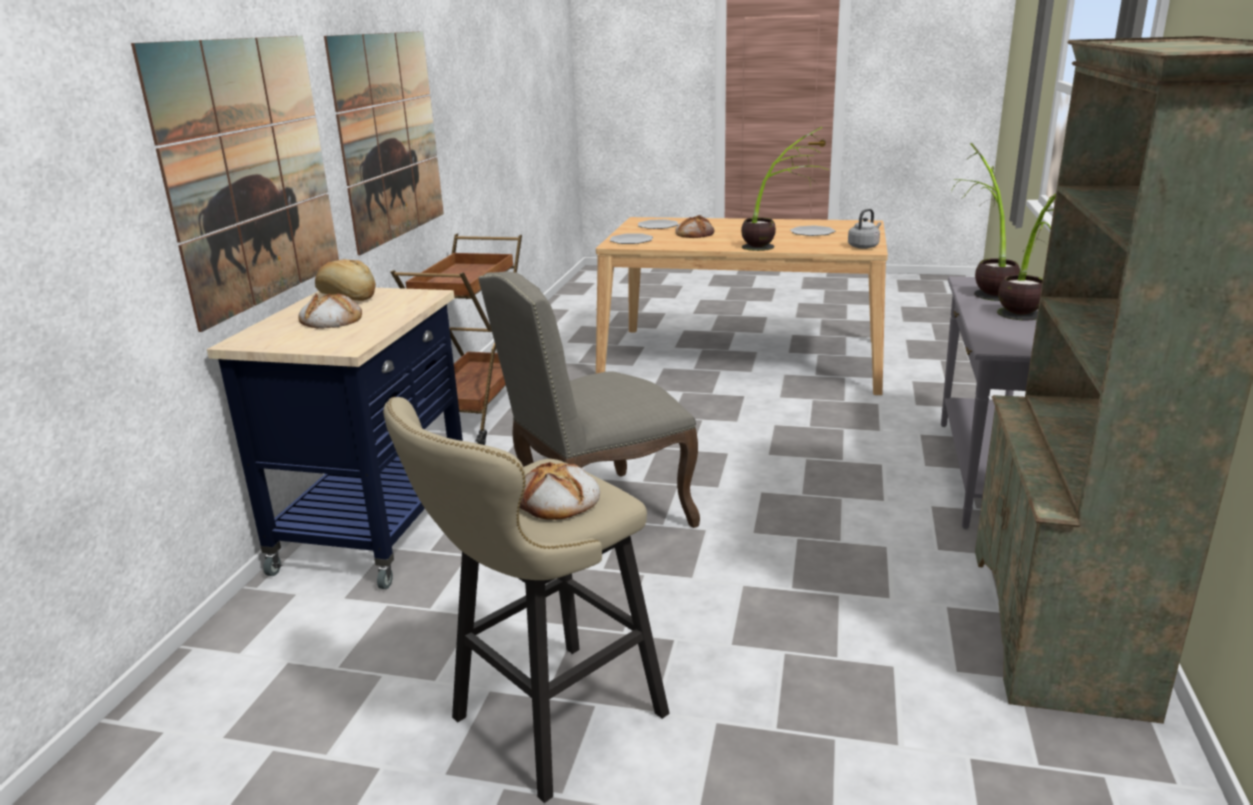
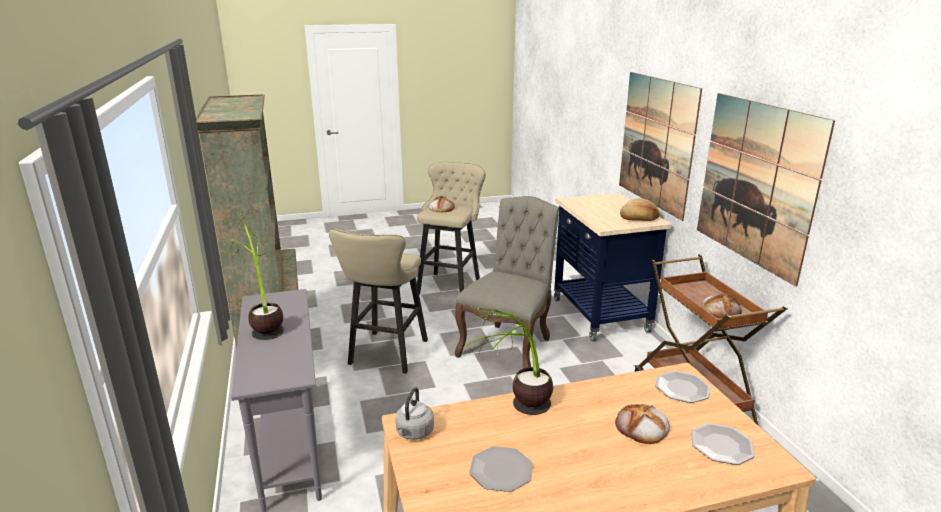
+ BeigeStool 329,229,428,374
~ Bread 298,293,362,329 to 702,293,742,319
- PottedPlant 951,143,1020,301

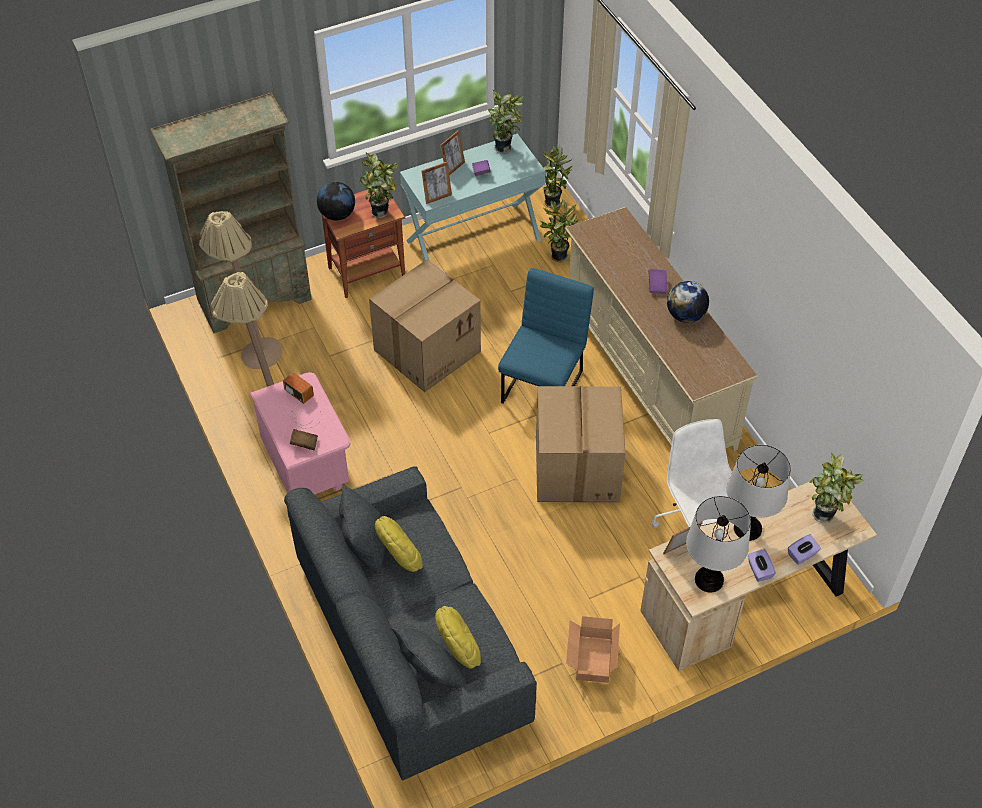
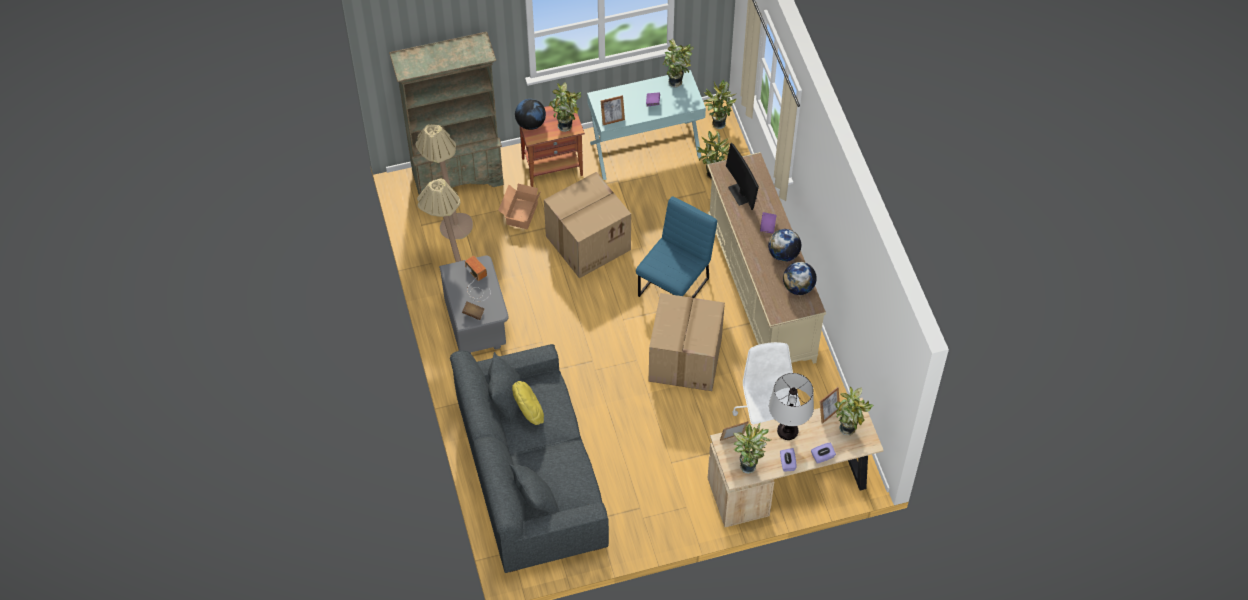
~ PinkNightstand 250,372,350,495 to GreyNightstand 439,256,508,353
~ CardboardBox 566,616,620,683 to 498,184,541,229
+ Monitor 726,143,759,210
~ TableLamp 686,496,751,592 to PottedPlant 733,423,772,474
+ Globe 783,262,817,295
~ PictureFrame 440,131,465,175 to 820,387,840,424
- YellowPillow 435,606,481,669

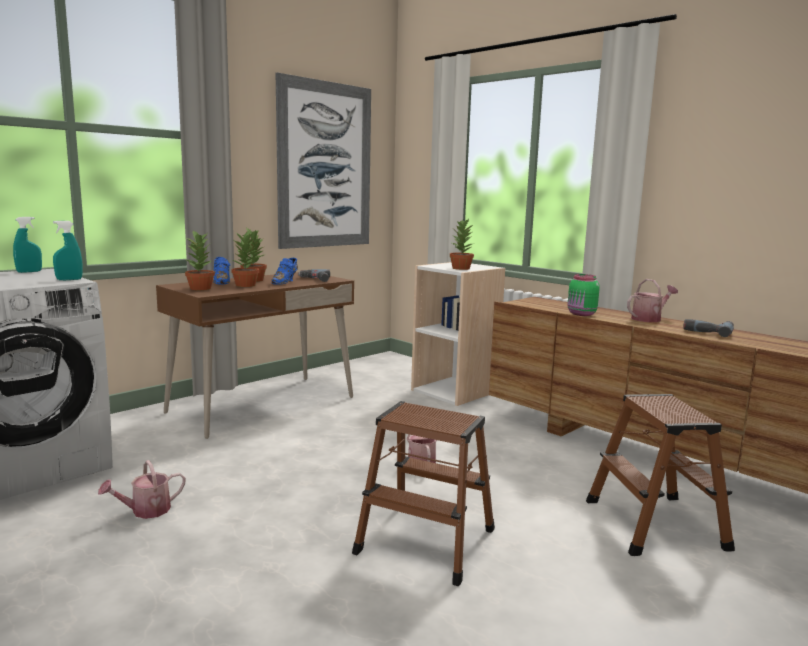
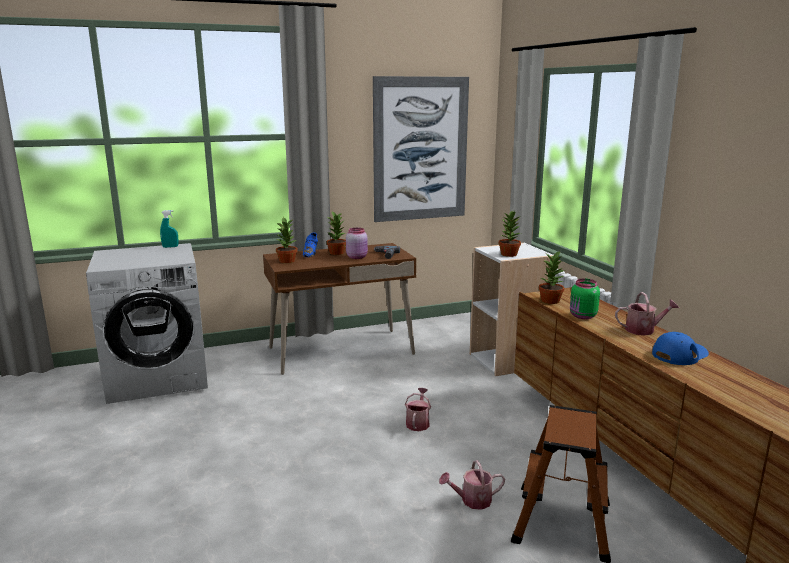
~ BlueShoe 271,258,298,285 to PinkJar 346,228,368,259
~ WateringCan 98,460,185,519 to 439,460,505,510
~ PottedPlant 231,230,259,287 to 539,251,565,304
~ PowerDrill 683,319,734,337 to BlueCap 652,332,709,365
- TurquoiseSprayBottle 53,221,83,280
- BrownStepLadder 352,401,495,586

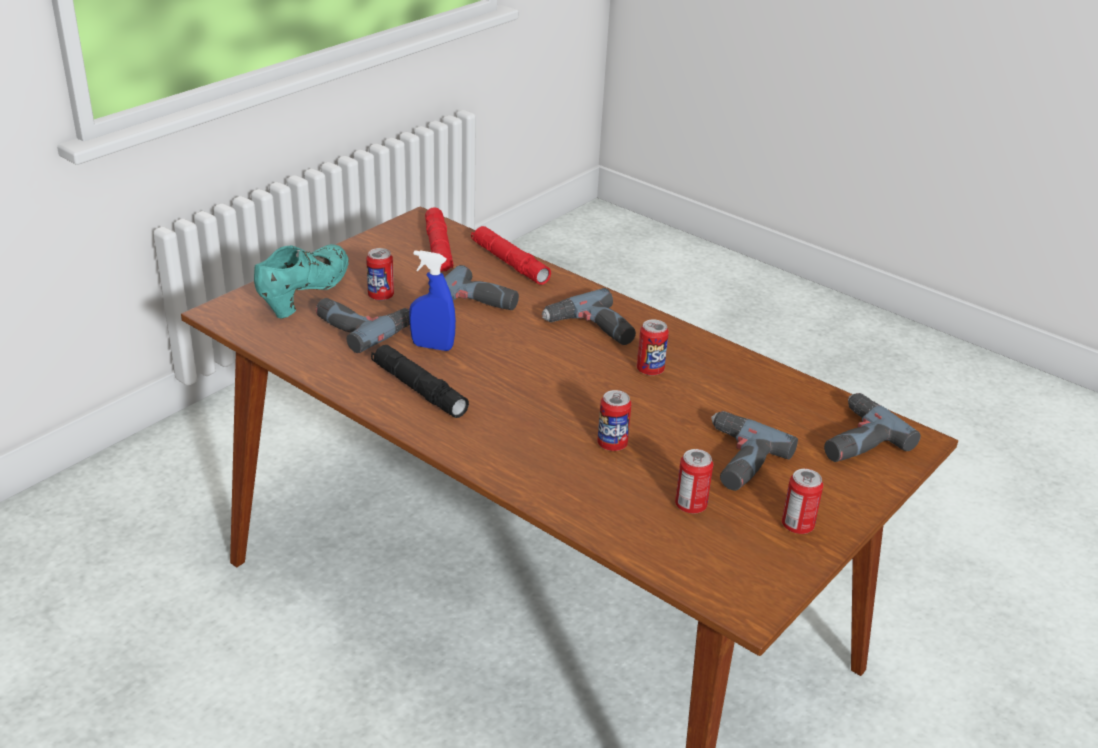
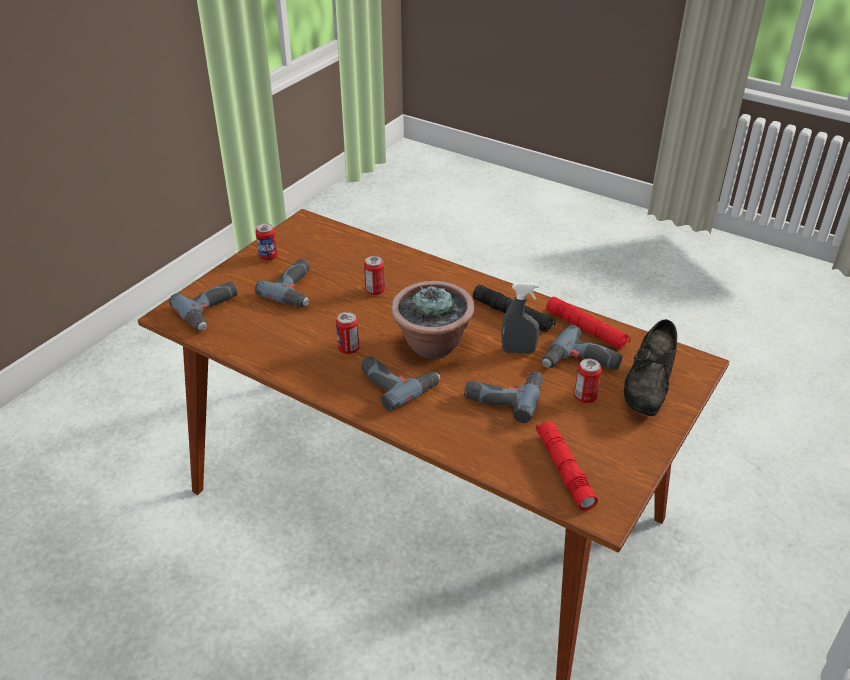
+ PottedPlant 391,281,475,358
~ BlueSprayBottle 409,250,456,351 to GreySprayBottle 501,283,539,354
~ RedFlashlight 471,226,551,285 to 546,296,631,349
~ TurquoiseShoe 254,244,349,319 to BlackShoe 624,319,677,416
- Can 675,449,713,514

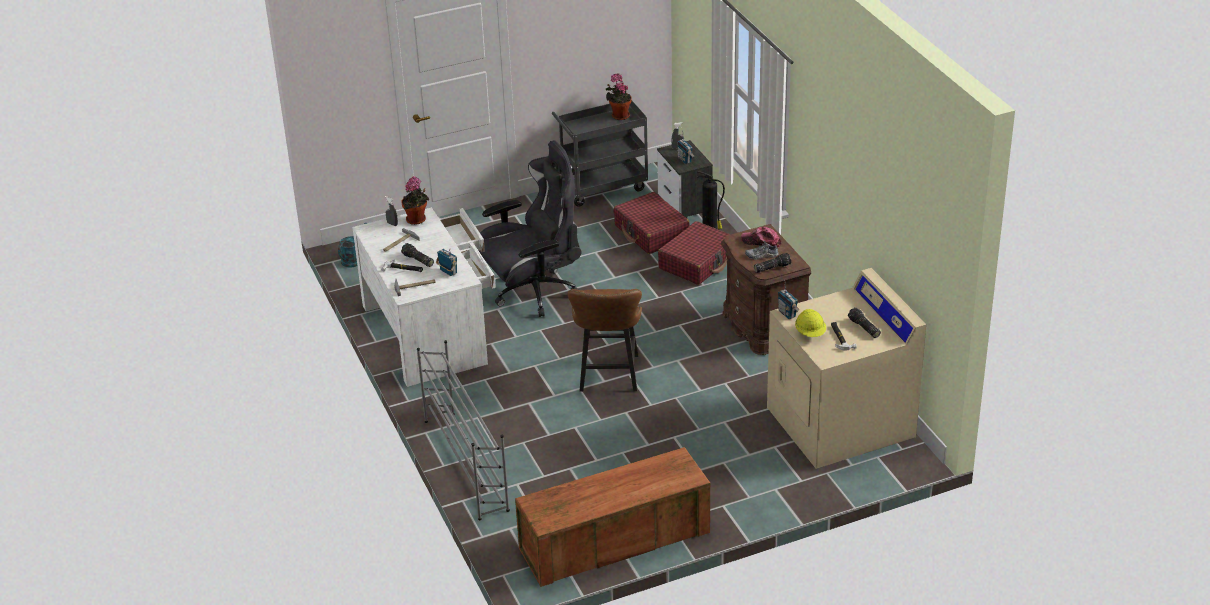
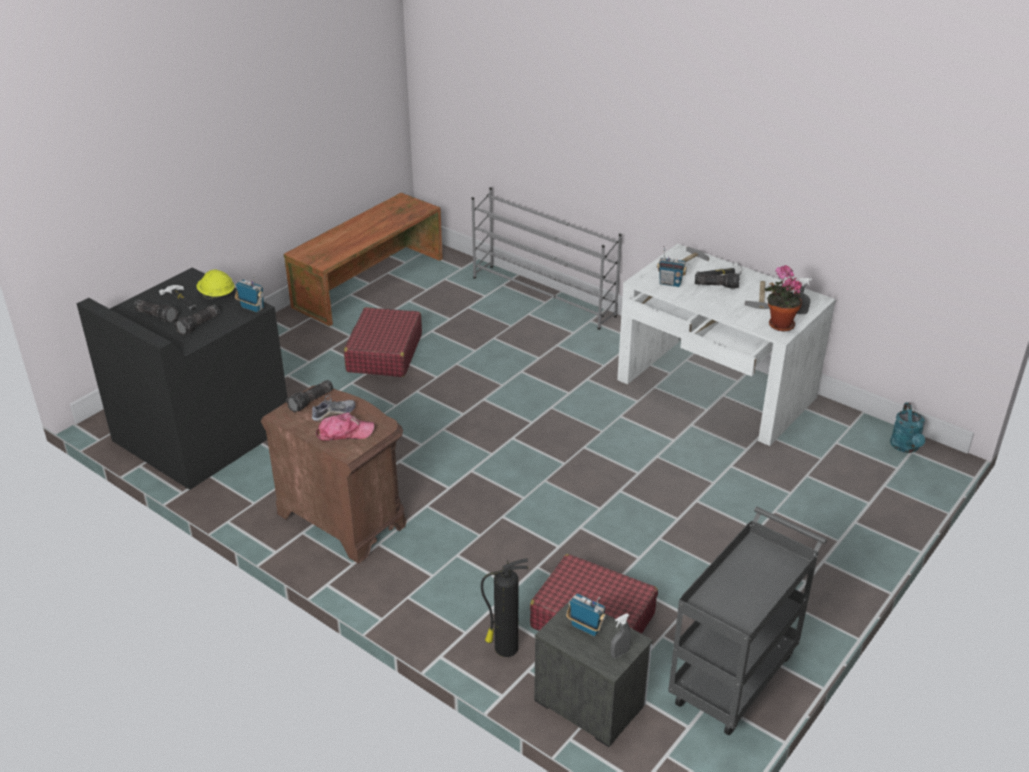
~ BeigeWashingMachine 767,268,926,469 to BlackWashingMachine 76,267,288,490
+ Flashlight 175,305,219,335
~ RedSuitcase 658,221,731,285 to 344,307,422,377
- BlackOfficeChair 479,140,582,317
- BrownStool 567,289,642,391
- PottedPlant 605,73,632,120

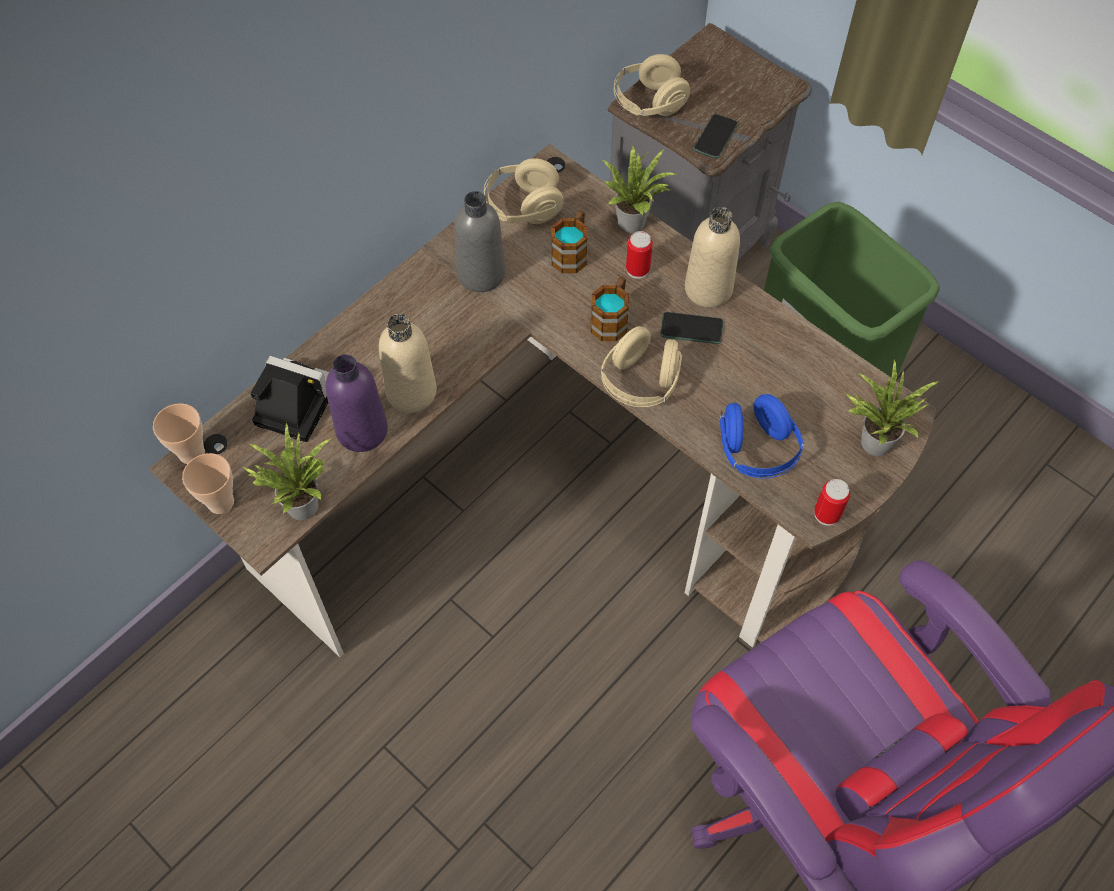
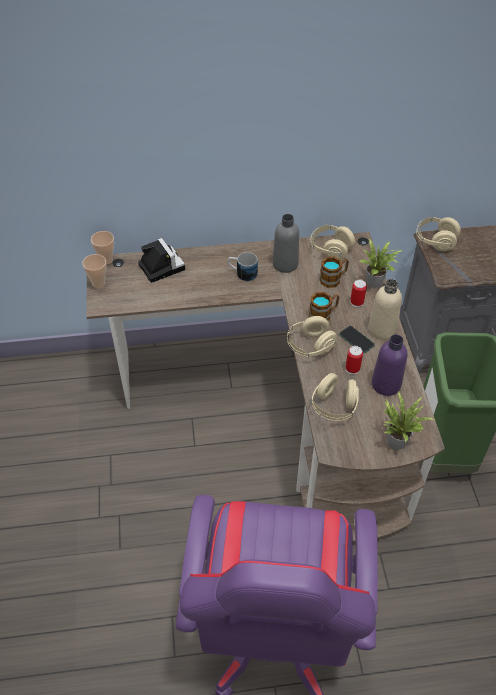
+ Mug 228,252,258,281
~ BlueHeadphones 720,394,804,479 to BeigeHeadphones 311,373,359,421
~ Can 814,479,850,526 to 346,346,363,374
~ PurpleBottle 326,354,388,452 to 371,335,408,396
- PottedPlant 243,422,331,520
- BeigeBottle 379,314,437,413
- Phone 693,114,738,159

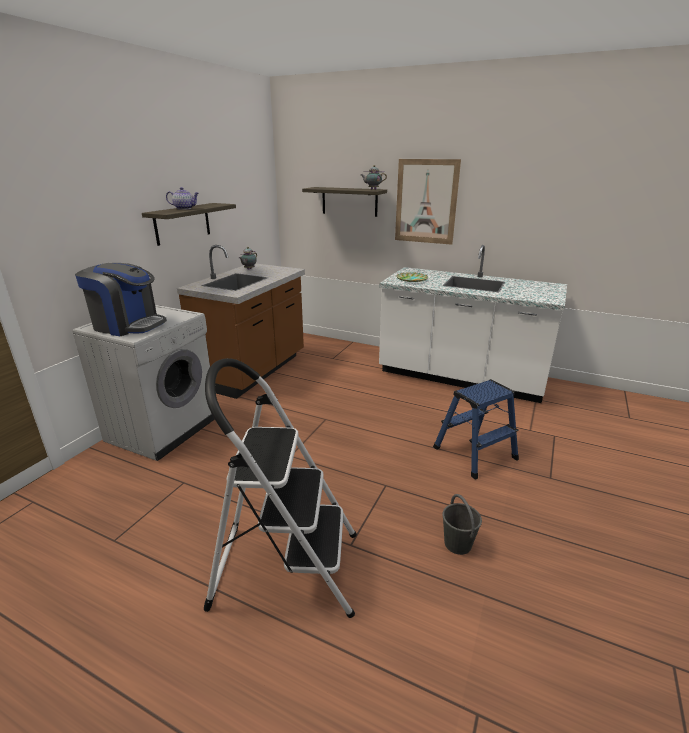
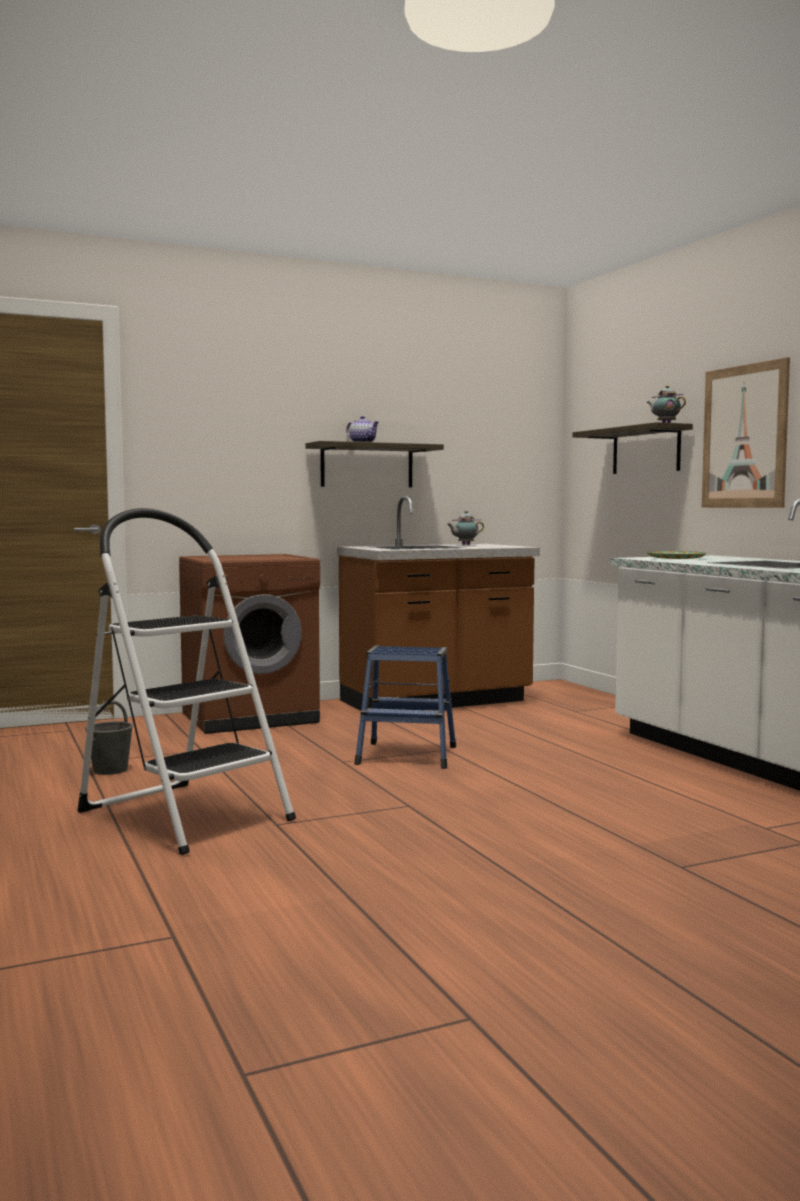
~ GreyBucket 442,494,482,555 to 85,700,133,775
~ WhiteWashingMachine 72,305,215,461 to BrownWashingMachine 179,554,320,734
~ BlueStepLadder 433,379,519,480 to 354,646,456,769
- CoffeeMachine 75,263,167,336

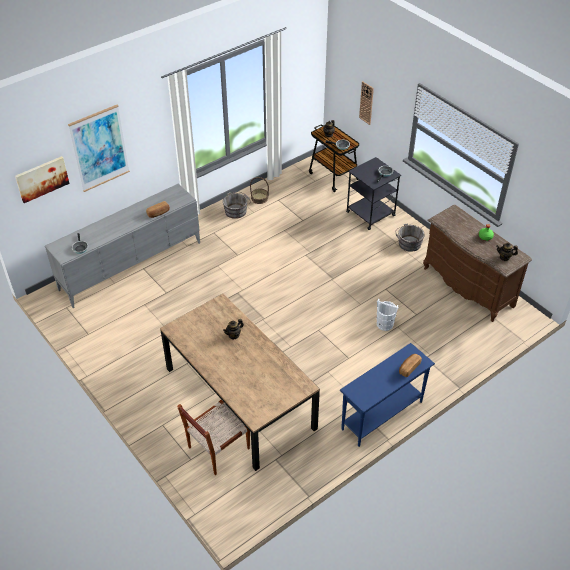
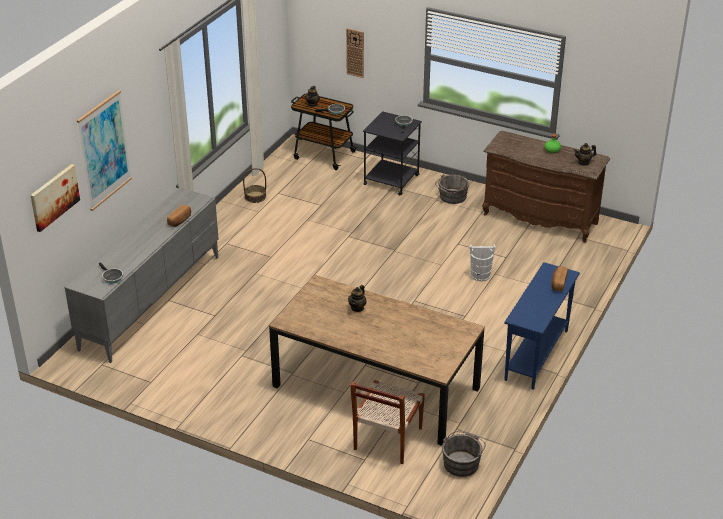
~ GreyBucket 223,192,251,219 to 442,431,486,477

